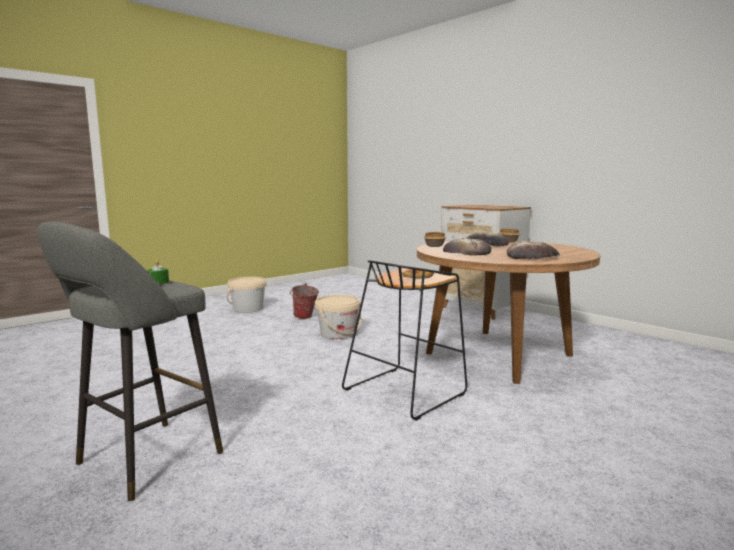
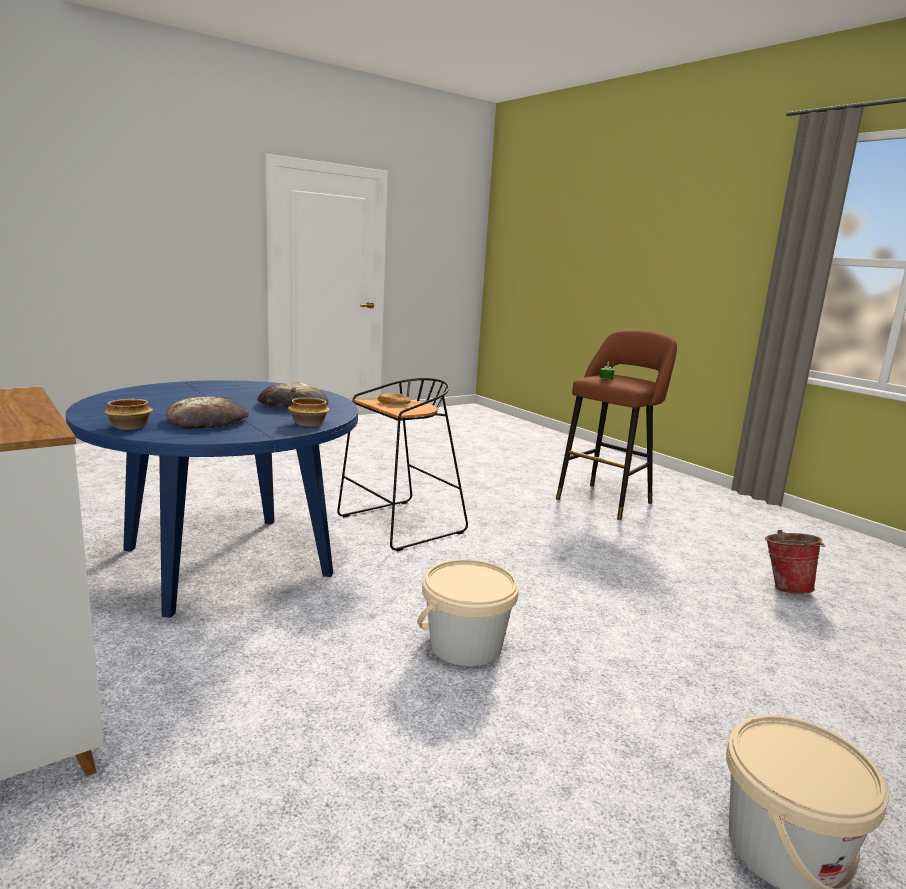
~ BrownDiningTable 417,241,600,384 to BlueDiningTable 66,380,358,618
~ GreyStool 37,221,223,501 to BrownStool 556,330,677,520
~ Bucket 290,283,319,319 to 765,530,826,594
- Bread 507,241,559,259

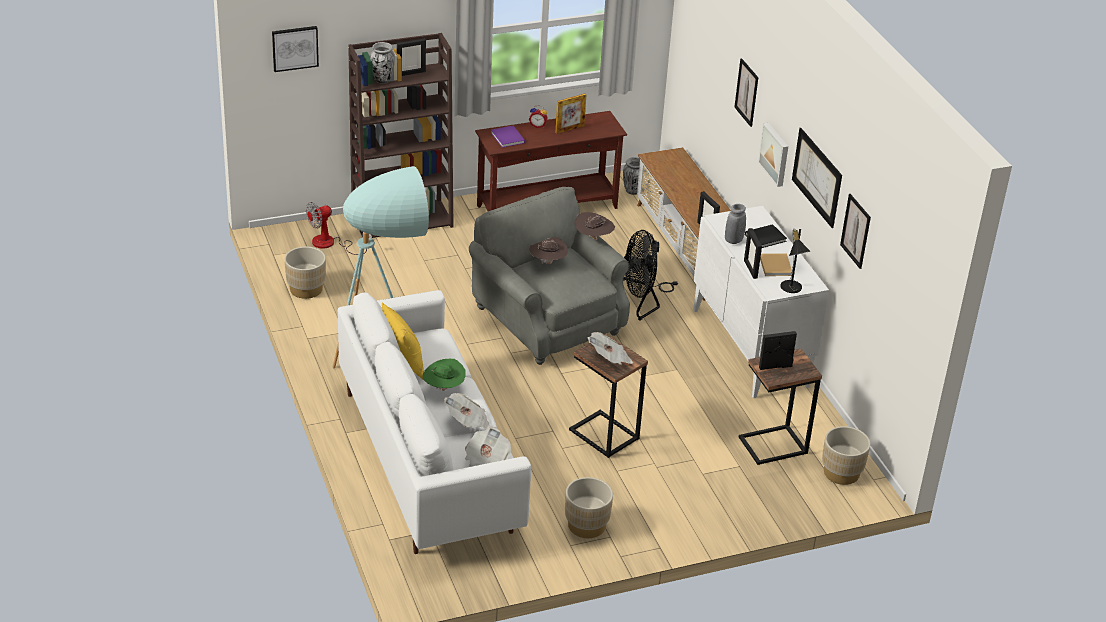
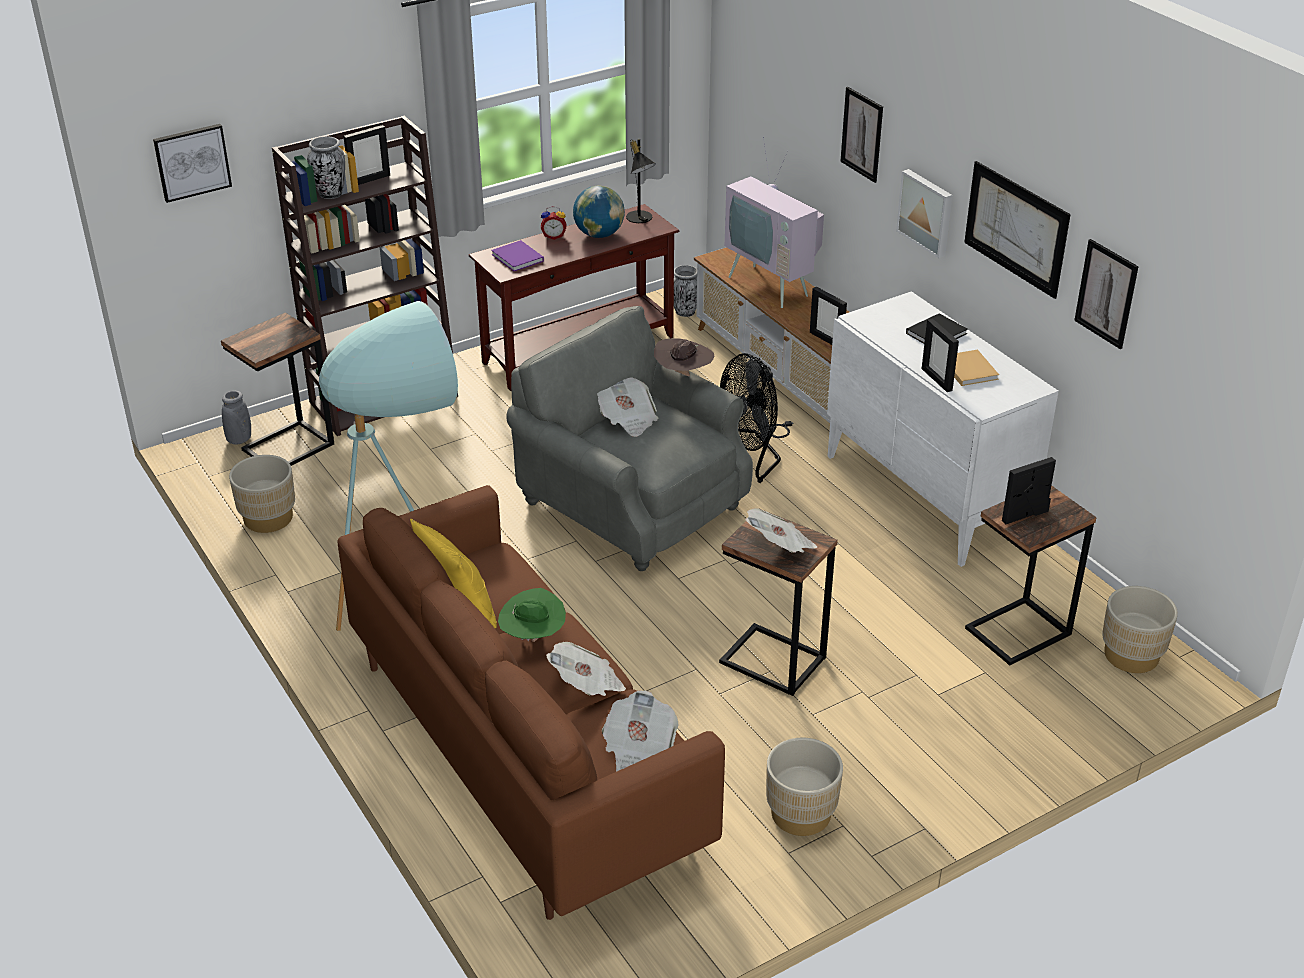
~ Fan 306,202,372,255 to SideTable 221,313,334,466
~ GreyVase 725,204,746,244 to 222,391,251,445
~ WhiteSofa 338,290,531,554 to BrownSofa 338,485,725,920
~ PictureFrame 555,94,586,134 to Globe 573,186,625,238
~ BrownHat 529,237,568,264 to Newspaper 597,377,659,437
~ BlackTableLamp 780,228,810,293 to 626,139,656,223
+ Television 725,137,824,308

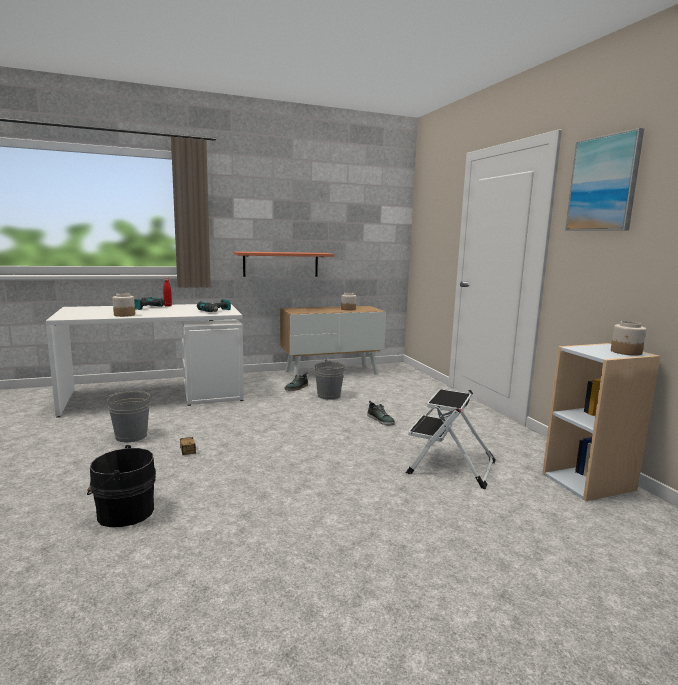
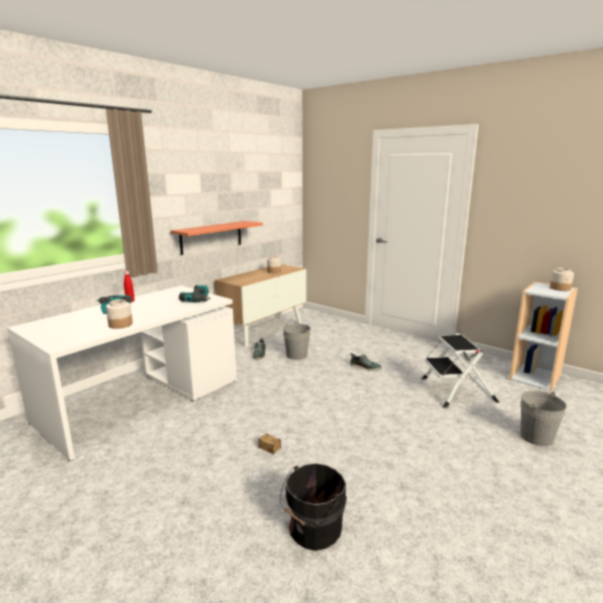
~ GreyBucket 106,391,153,442 to 520,390,567,446
- Picture 565,128,644,231

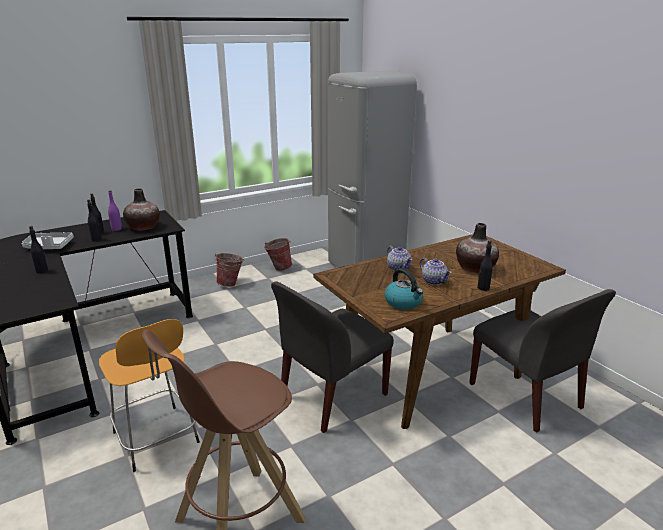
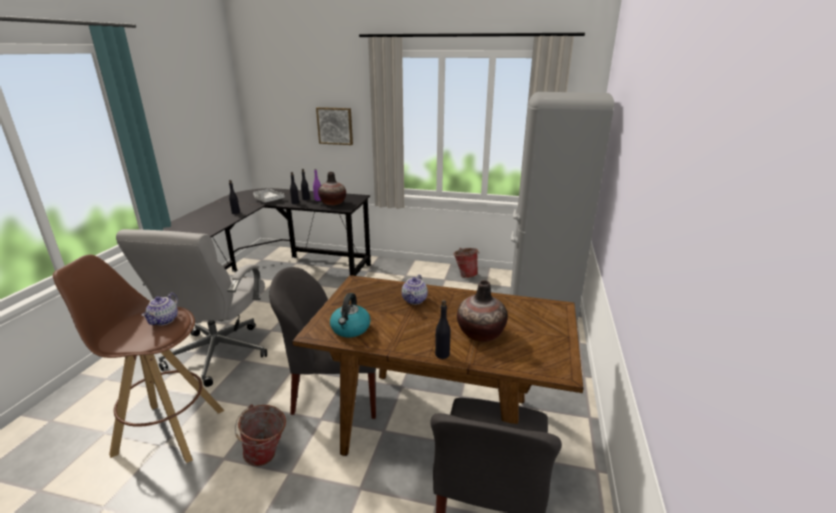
~ OrangeStool 99,319,200,472 to GreyOfficeChair 116,229,267,387
~ Teapot 420,258,451,285 to 142,293,178,326
~ Bucket 215,253,244,287 to 235,404,286,466
+ Picture 316,107,353,145

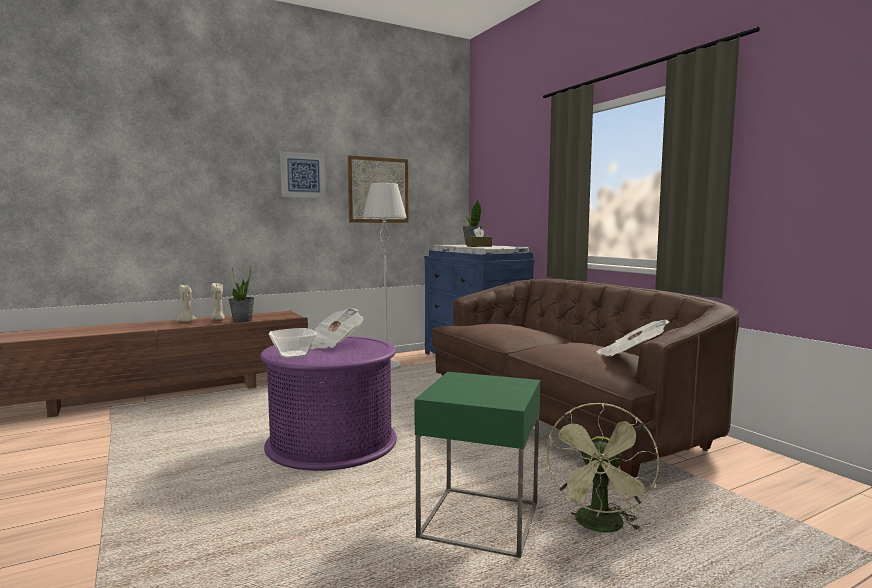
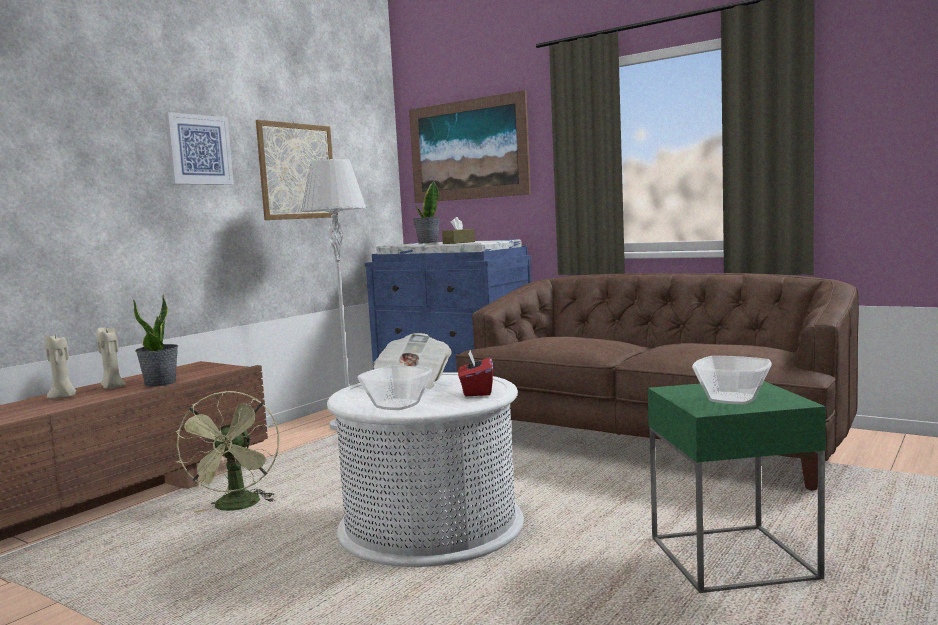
~ GreenFan 546,403,659,533 to 175,391,279,513
~ PurpleCoffeeTable 260,336,397,471 to WhiteCoffeeTable 327,372,524,567
+ Picture 409,90,531,203
+ RedTissueBox 458,350,493,396
+ Bowl 692,356,772,405
- Newspaper 597,320,670,357

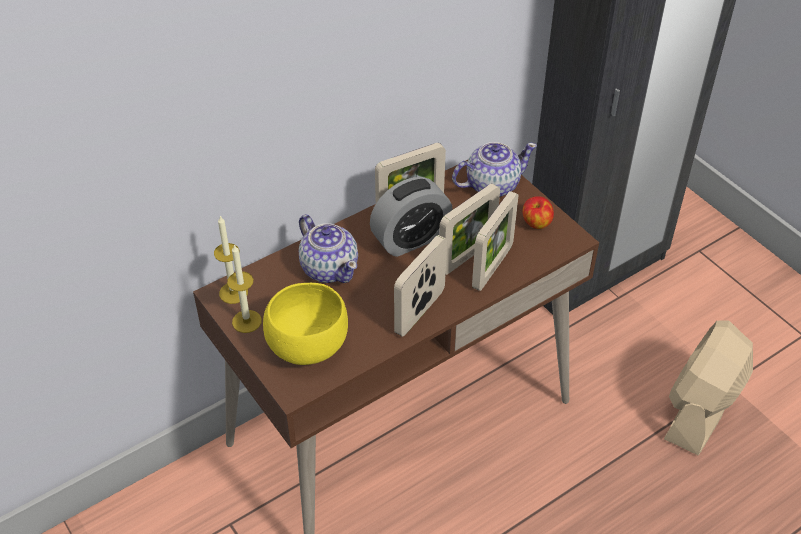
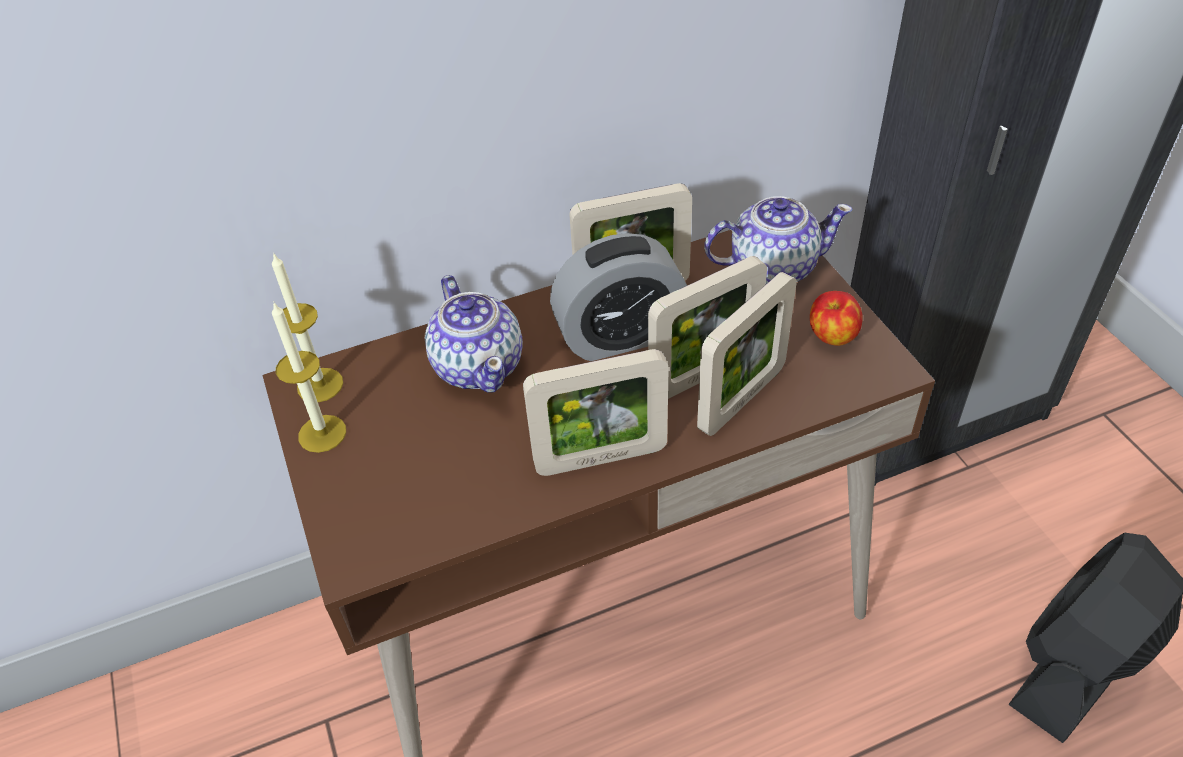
~ PictureFrame 394,235,447,337 = 523,349,669,476 150 degrees counterclockwise
~ BeigeFan 664,321,753,455 to BlackFan 1008,533,1183,743
- YellowBowl 263,283,348,365

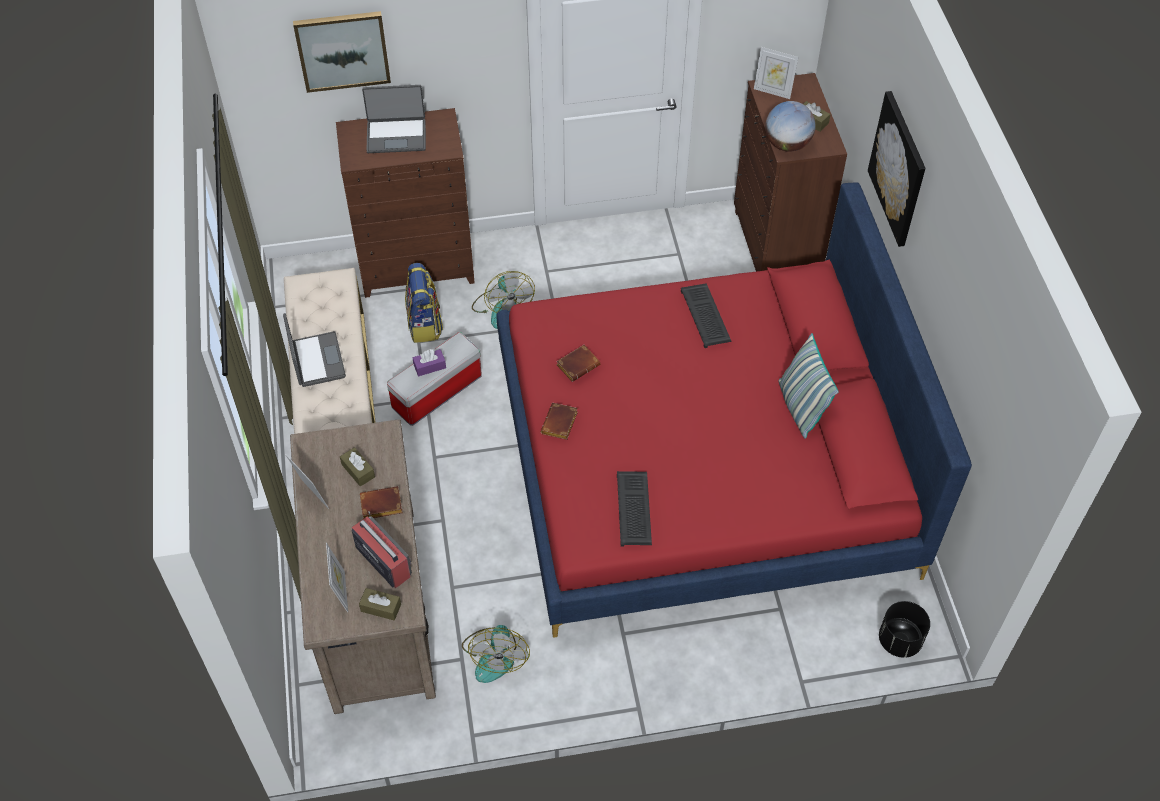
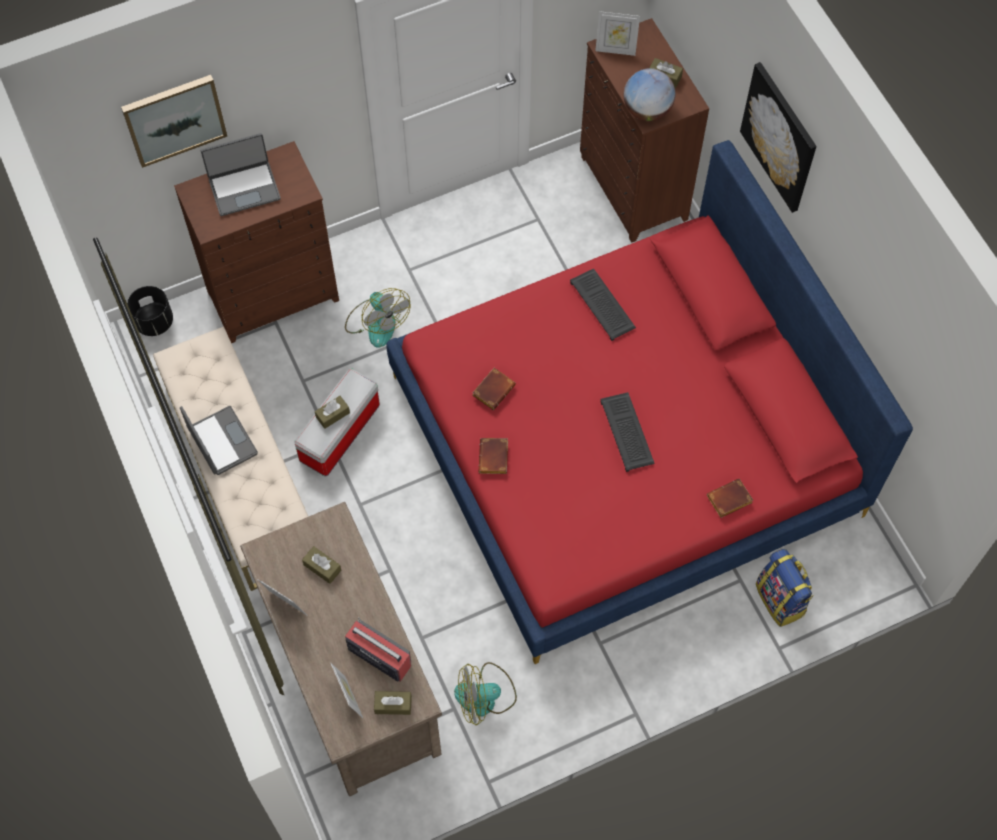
~ BlackPlanter 879,601,930,658 to 127,286,173,336
~ PurpleTissueBox 413,349,446,376 to BrownTissueBox 315,396,350,429
~ Fan 462,625,530,683 = 454,662,517,725 90 degrees clockwise
~ Keyboard 617,471,652,547 to 600,392,655,472
~ BrownBook 360,486,403,519 to 707,478,753,518
~ Backpack 405,263,443,343 to 756,549,814,627
- Pillow 779,333,839,439

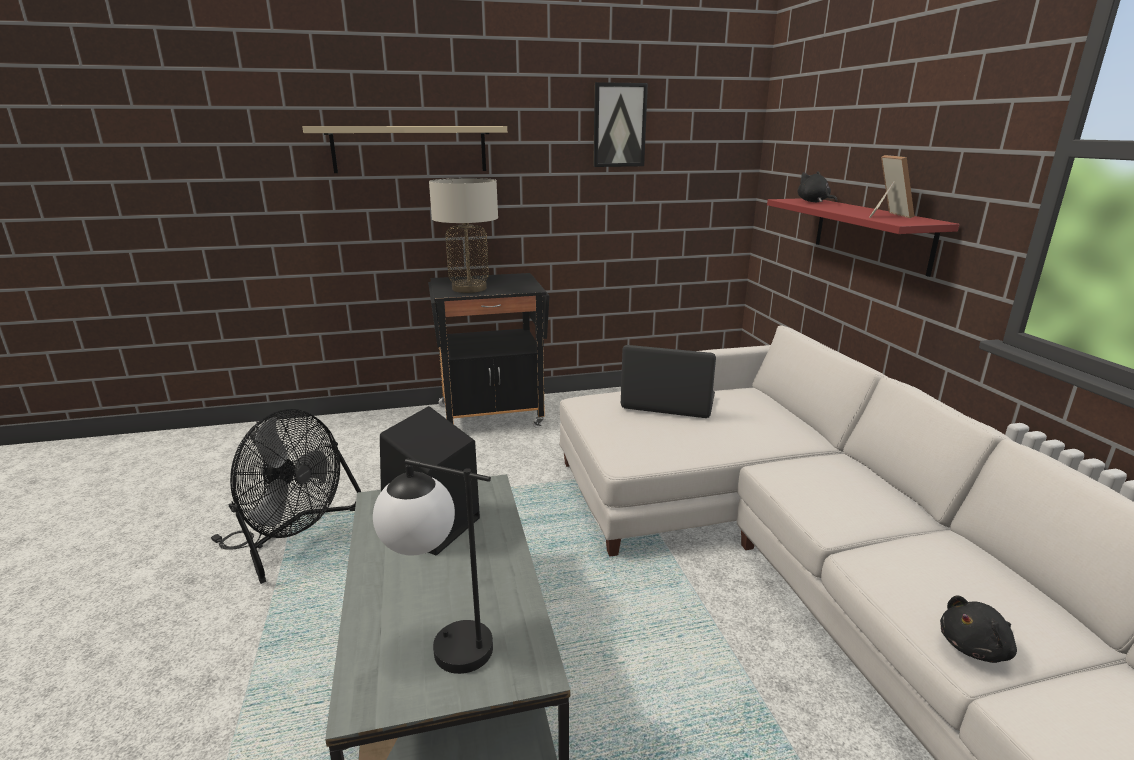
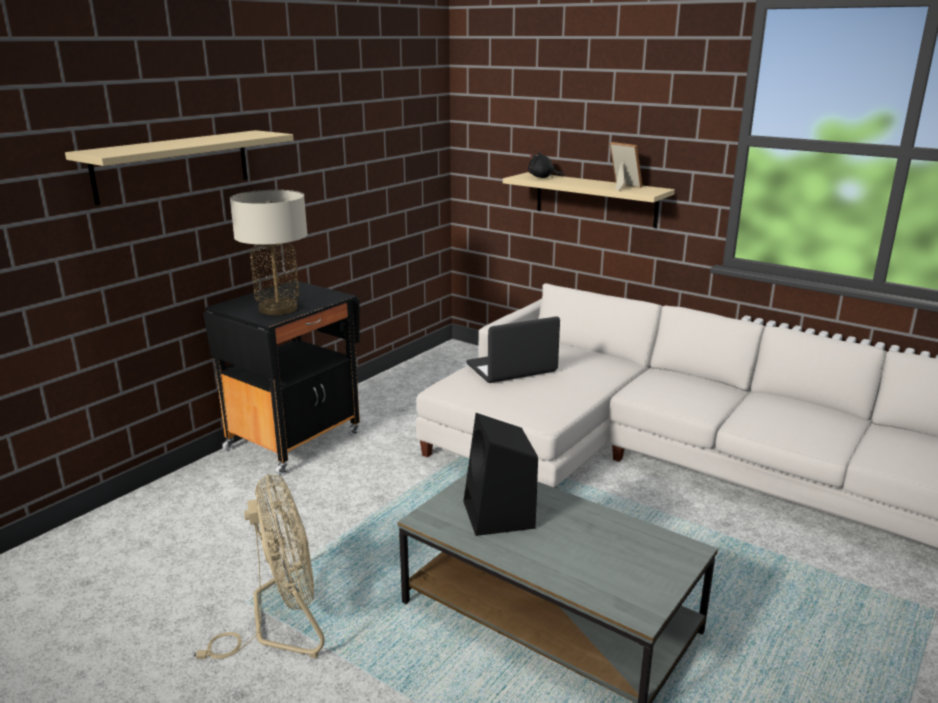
~ BlackFan 211,409,361,584 to BeigeFan 193,474,325,659
~ RedShelf 767,198,959,277 to BeigeShelf 503,172,675,228
- TableLamp 373,458,493,674
- Picture 593,82,648,167
- BlackPlushToy 940,595,1017,663

